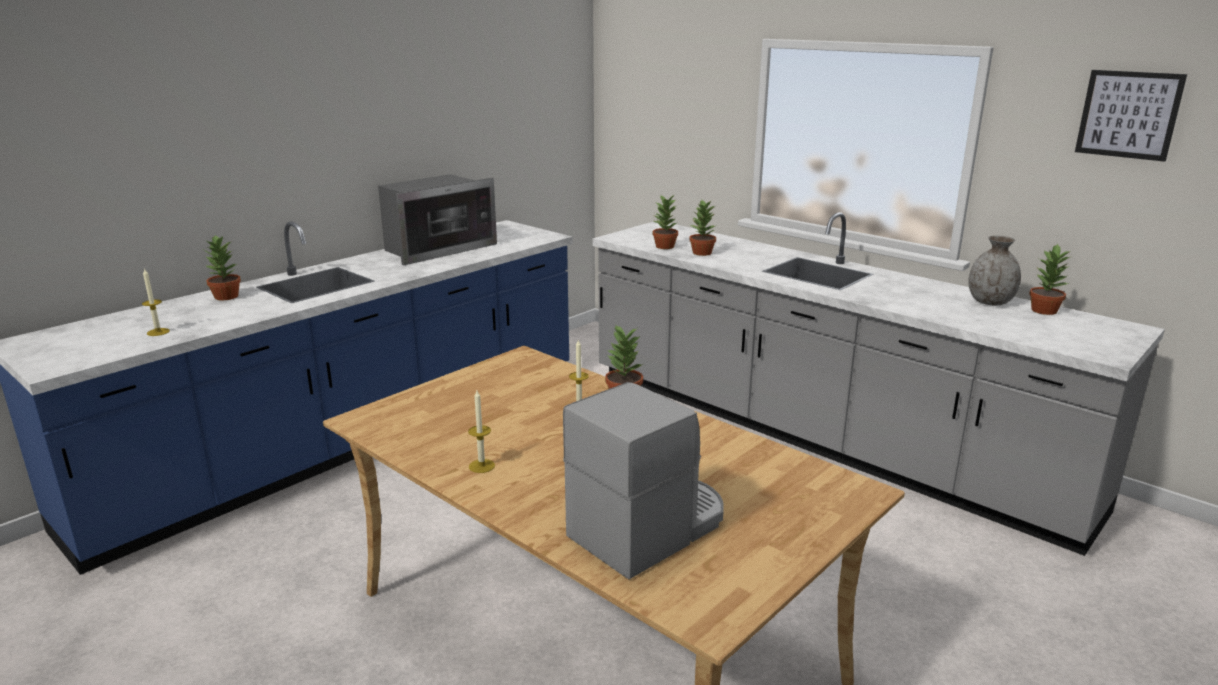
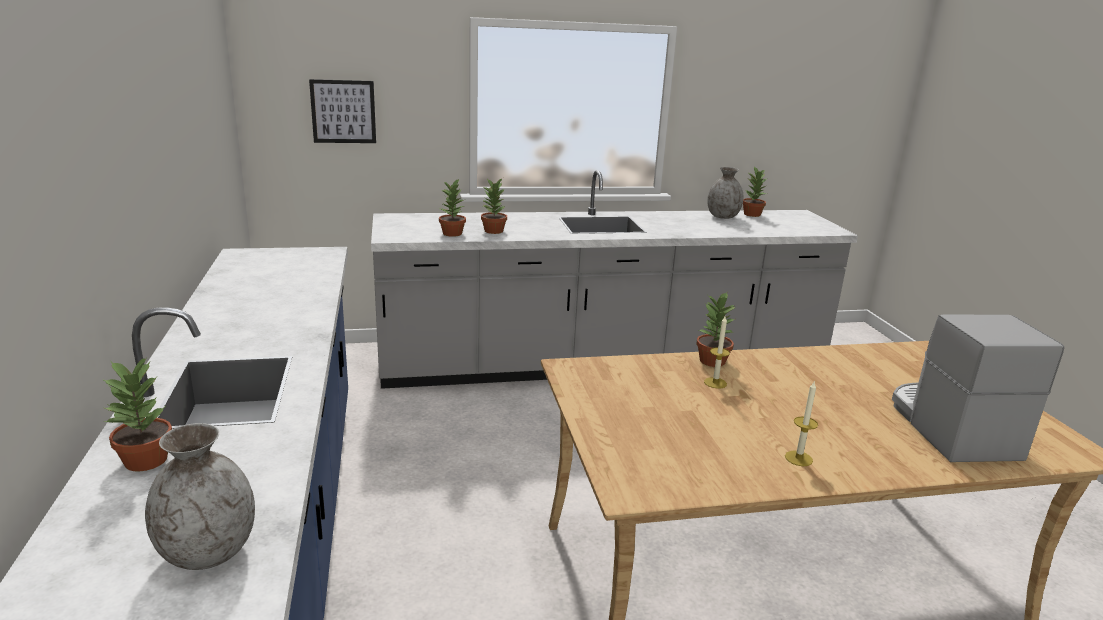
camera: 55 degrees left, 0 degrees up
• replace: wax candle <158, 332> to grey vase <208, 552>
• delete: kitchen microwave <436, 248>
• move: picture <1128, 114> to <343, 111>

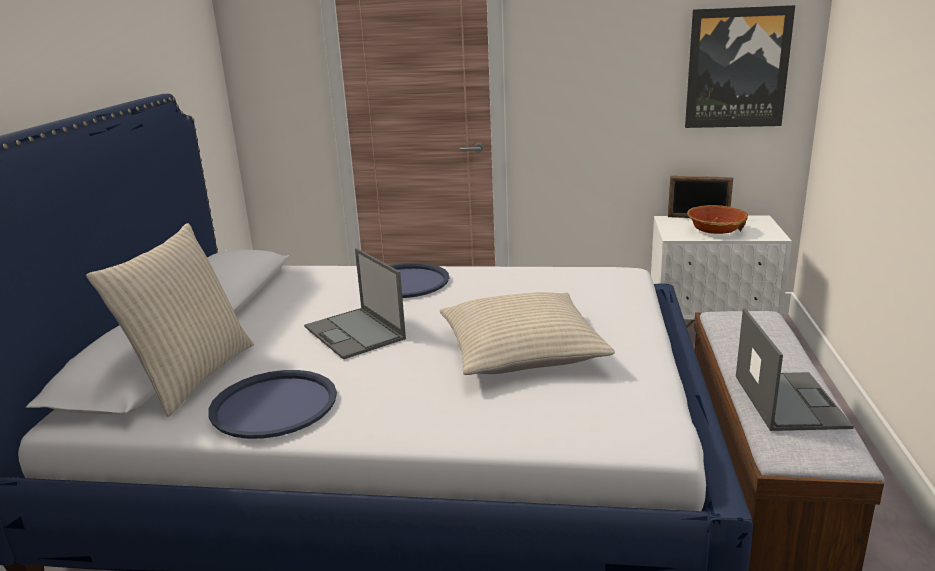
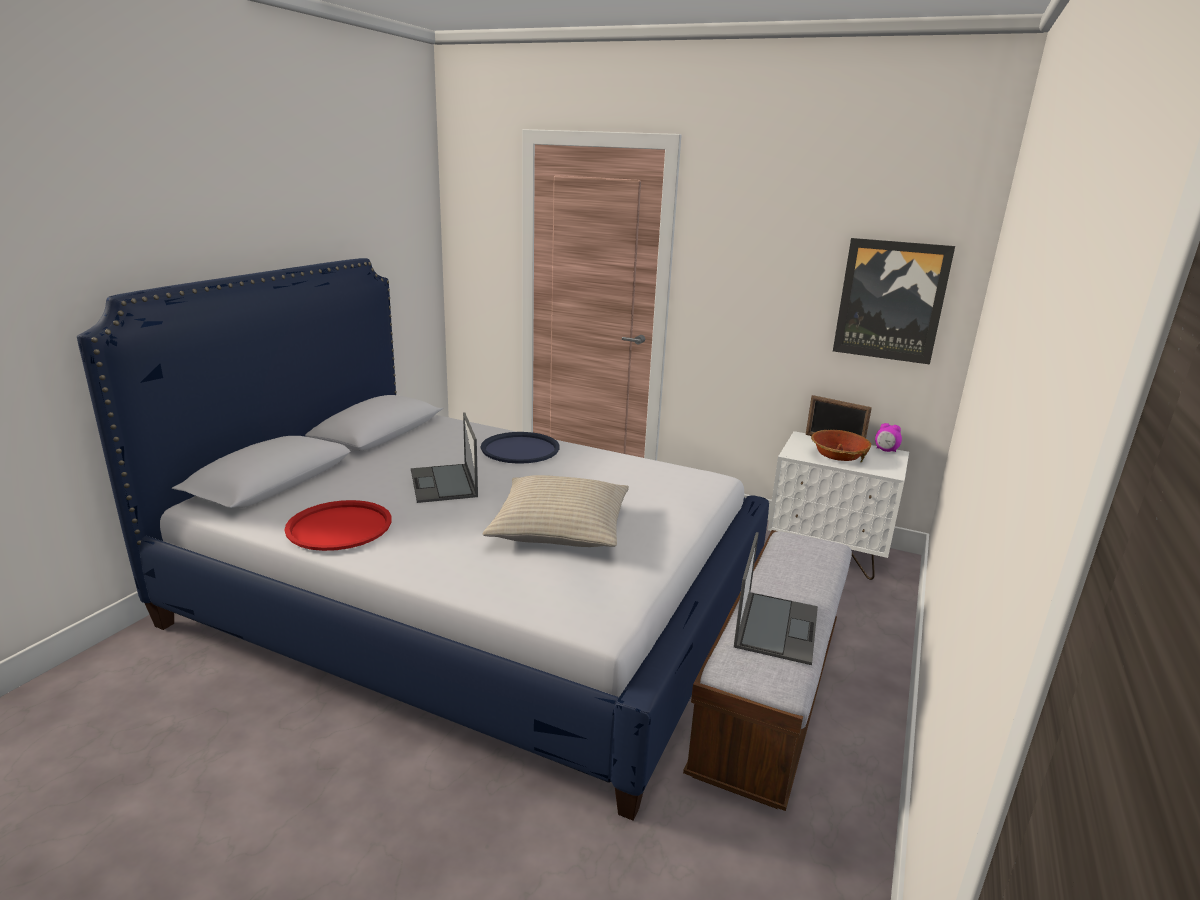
camera: 15 degrees right, 0 degrees up
• delete: sand-coloured pillow <192, 376>
• recolor: bluish serving tray <274, 405> to red-coloured serving tray <339, 526>
• insert: table clock <886, 450>

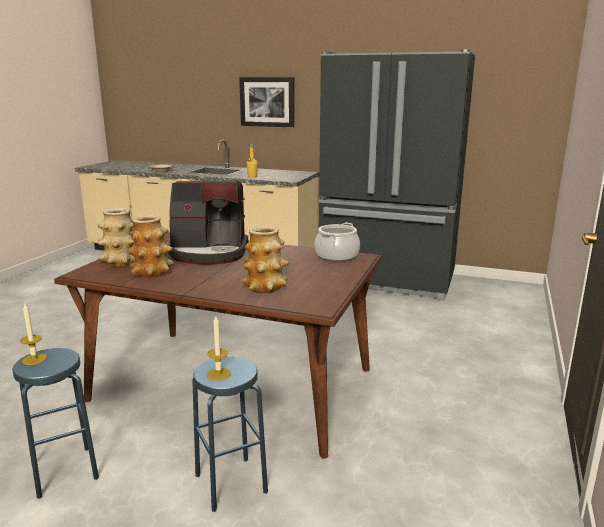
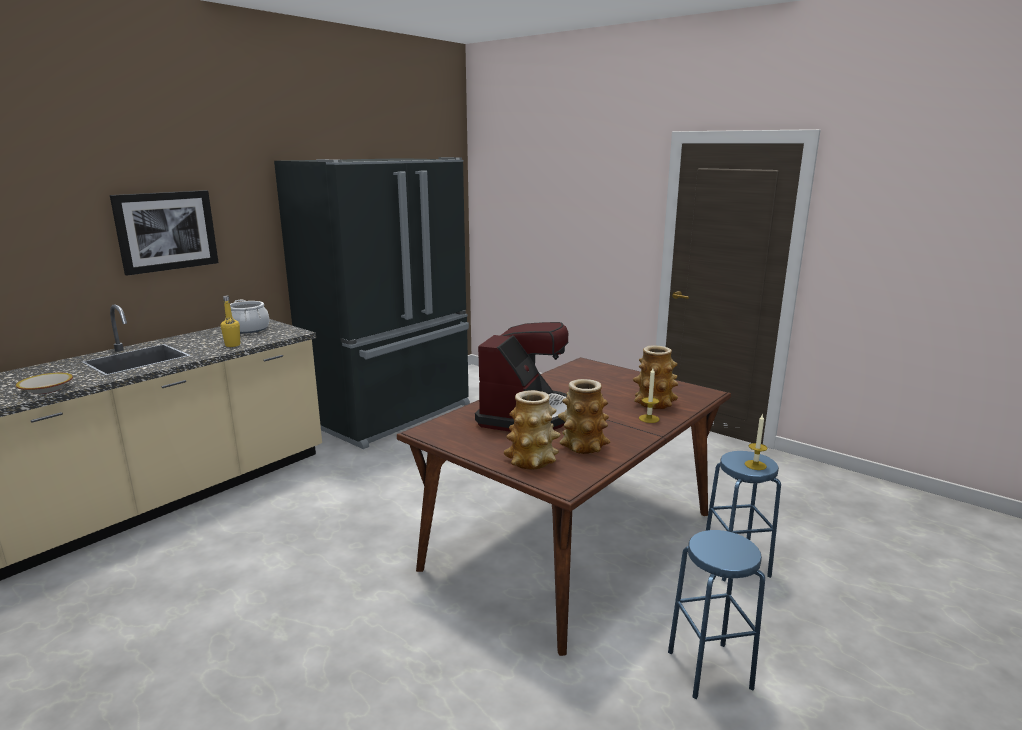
camera: 70 degrees left, 0 degrees up
• move: wax candle <34, 359> to <649, 418>
• move: stockpot <337, 256> to <249, 329>

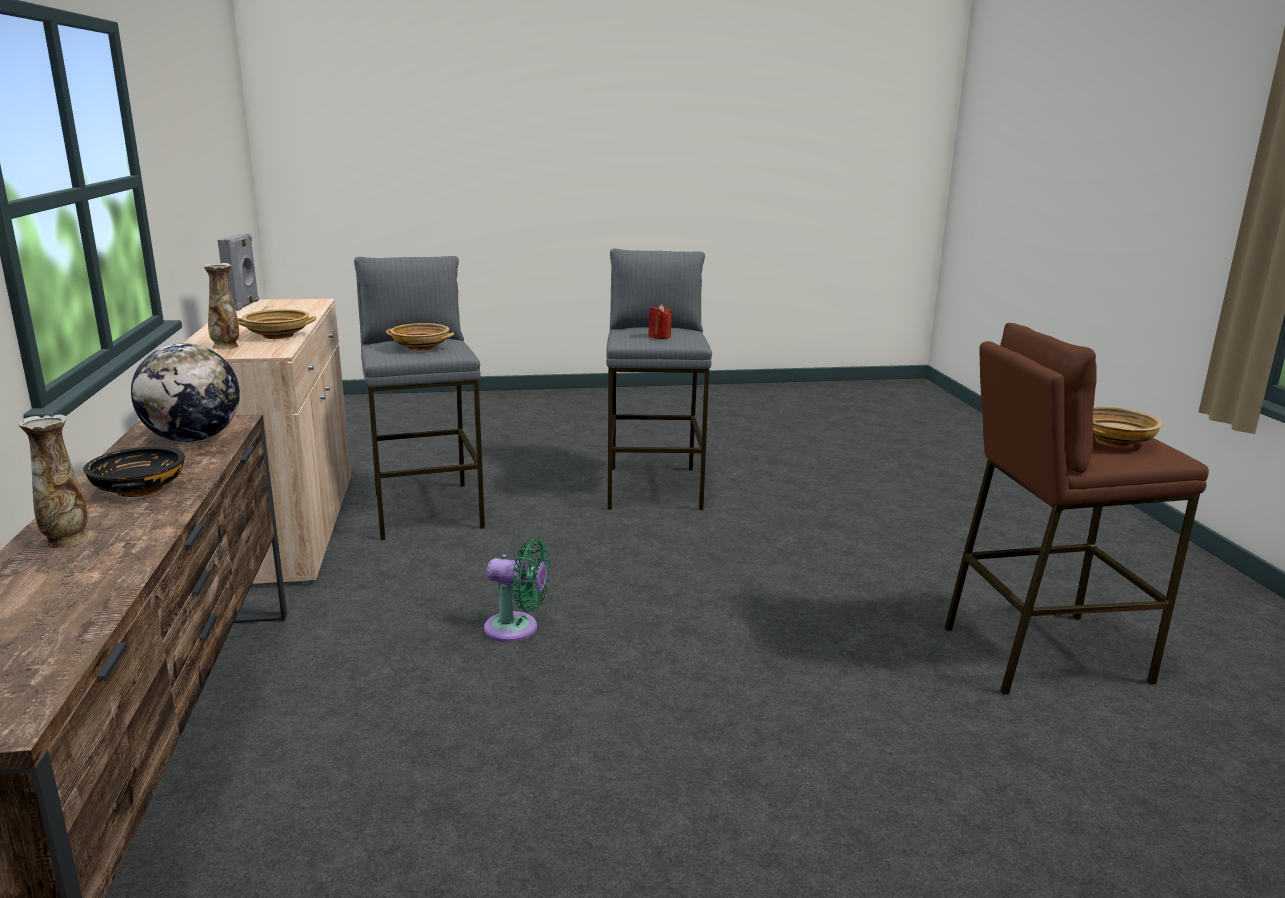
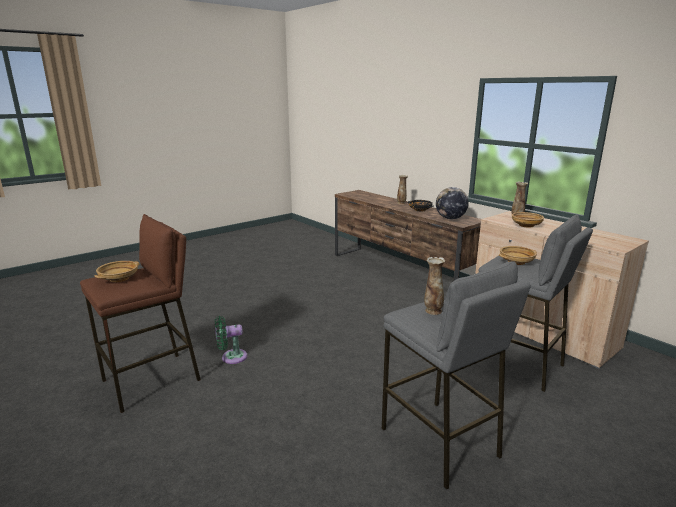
camera: 150 degrees right, 0 degrees up
• delete: grey loudspeaker <244, 305>
• move: green fan <517, 629> to <231, 357>
• replace: red-coloured wax candle <659, 336> to vase <432, 311>

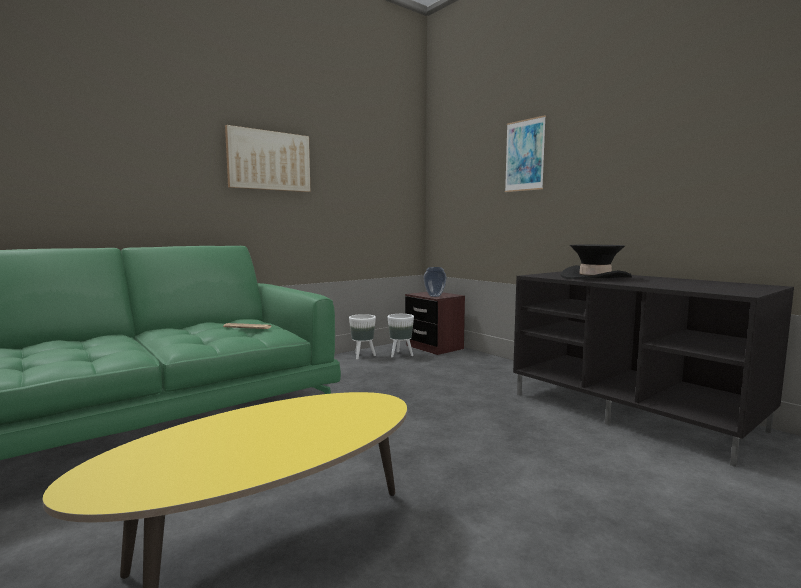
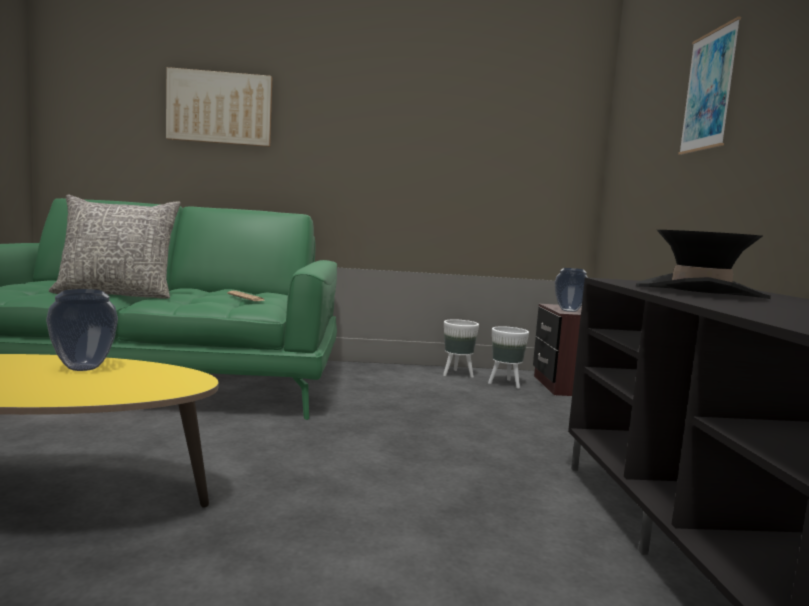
camera: 35 degrees right, 0 degrees up
• move: picture <269, 161> to <220, 108>
• insert: vase <84, 367>
• insert: grey pillow <116, 295>

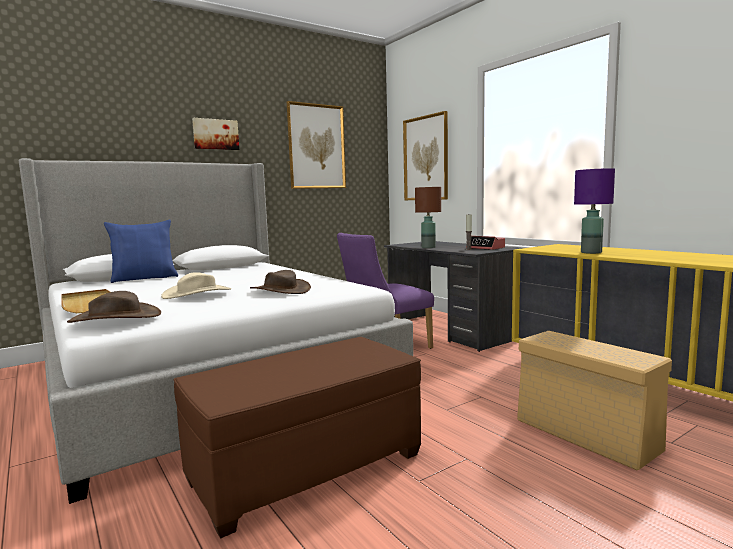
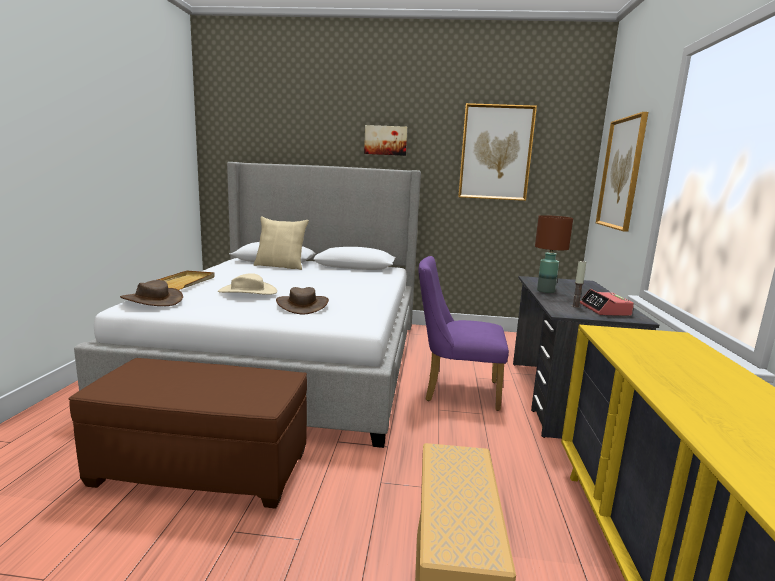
camera: 40 degrees right, 5 degrees up
• recolor: bluish pillow <144, 278> to sand-coloured pillow <281, 266>
• delete: purple lamp for a table <591, 252>

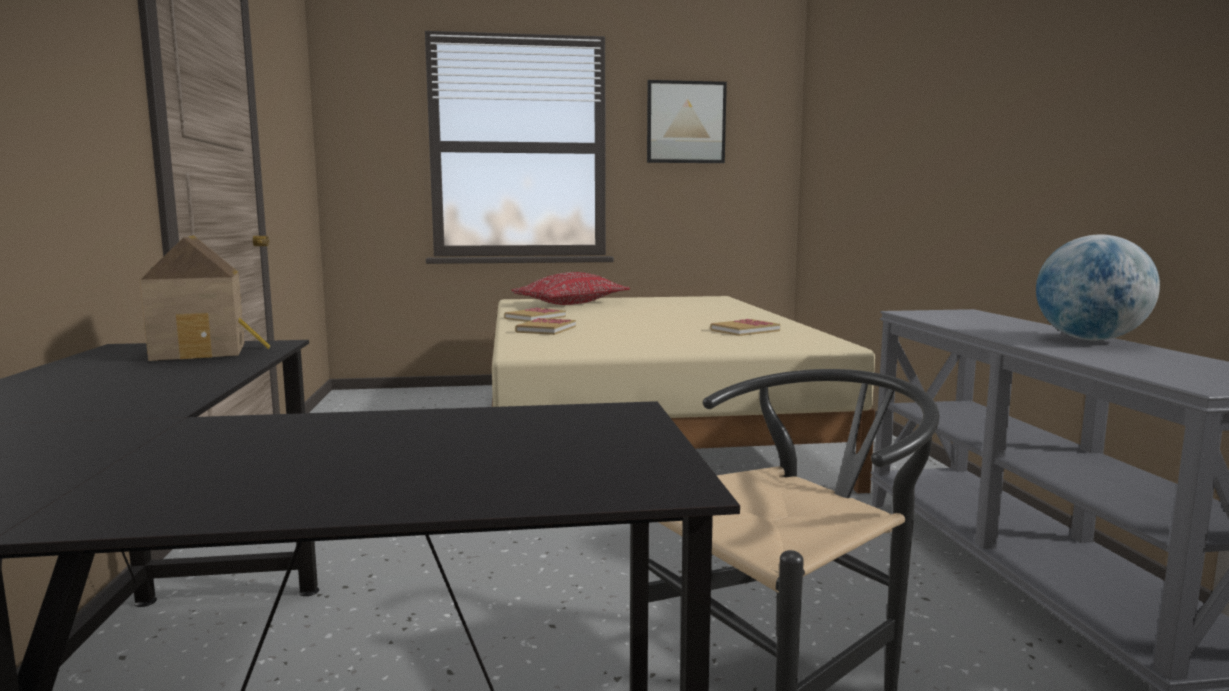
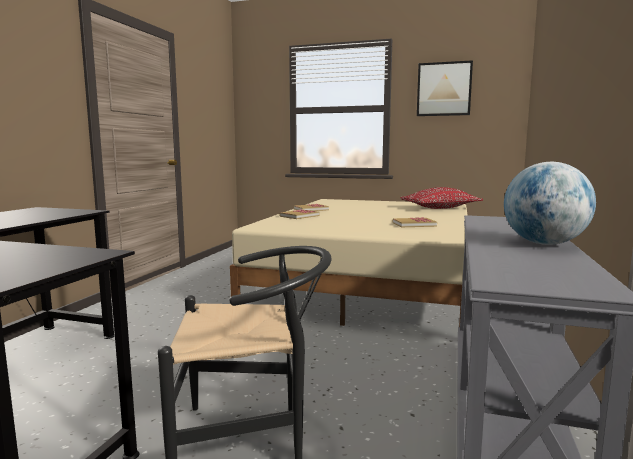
camera: 25 degrees right, 0 degrees up
• delete: toy house <205, 351>
• move: red-coloured pillow <571, 304> to <440, 208>

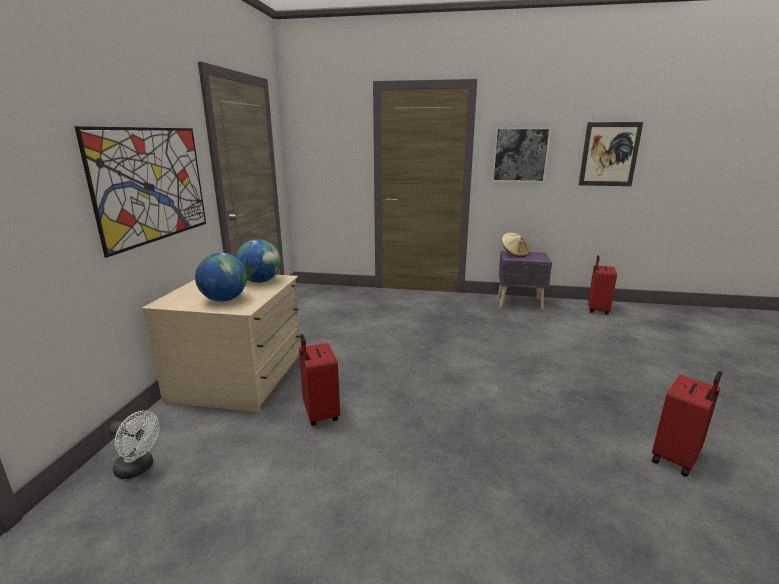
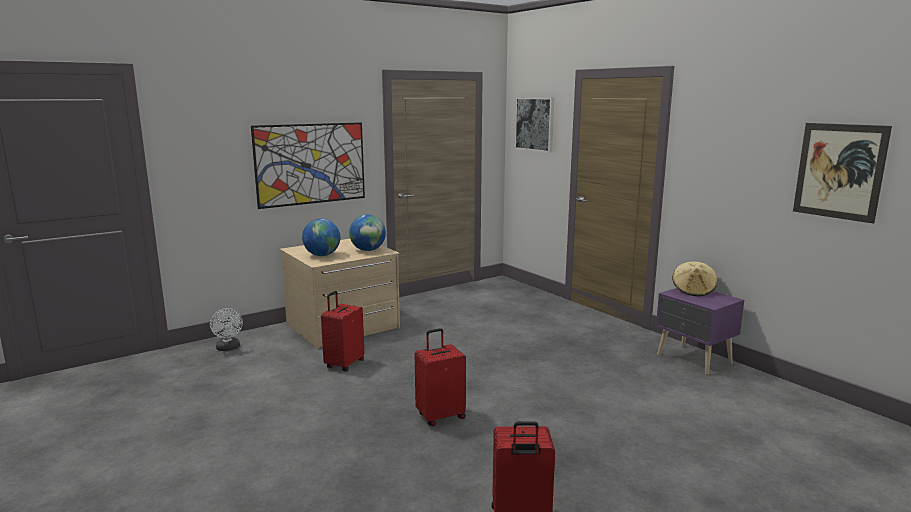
camera: 45 degrees right, 5 degrees down
• move: picture <520, 155> to <535, 124>
• move: red-coloured suitcase <597, 310> to <440, 416>

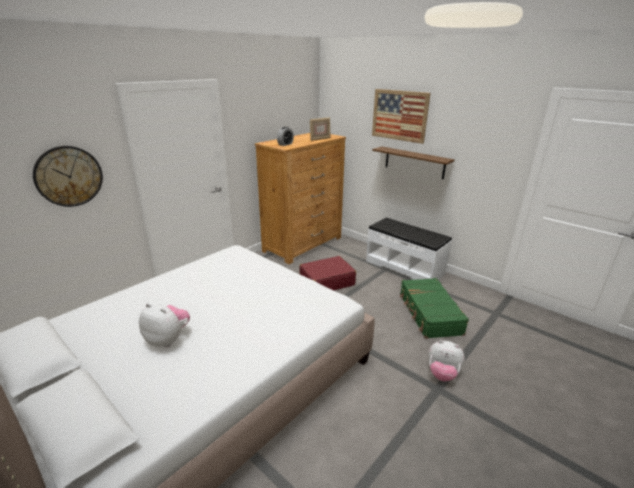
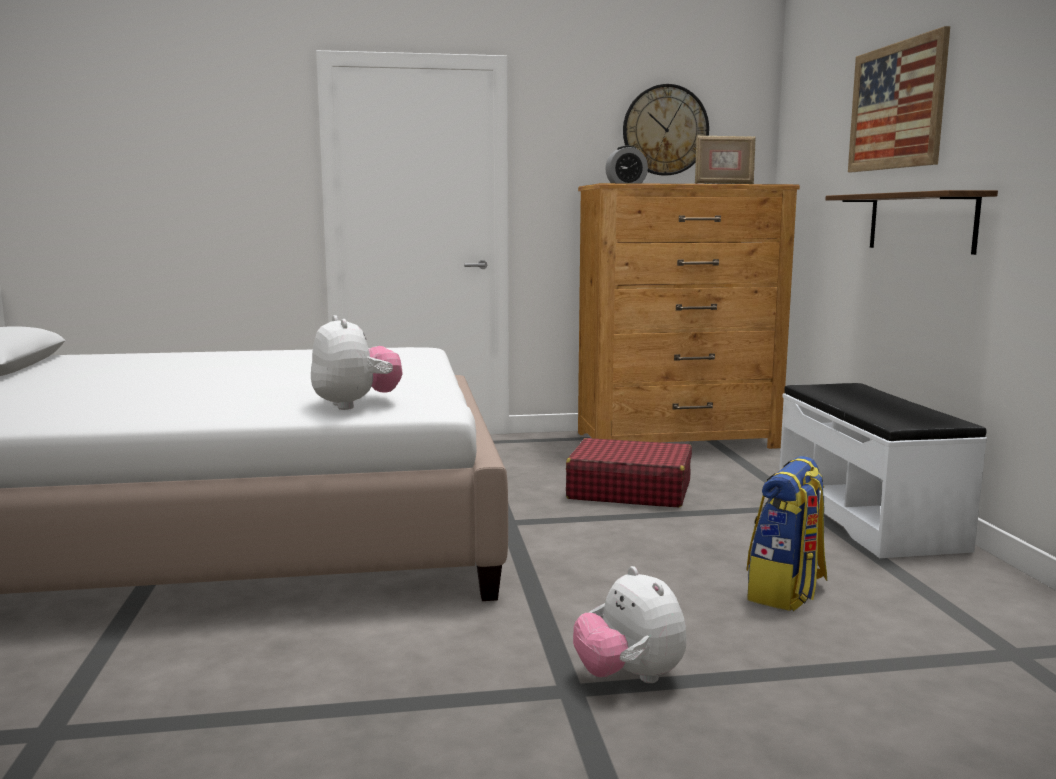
camera: 40 degrees right, 15 degrees down
• move: hanging clock <69, 176> to <665, 130>
• move: cuddly toy <168, 339> to <355, 405>
• replace: green suitcase <429, 314> to rucksack <786, 592>

